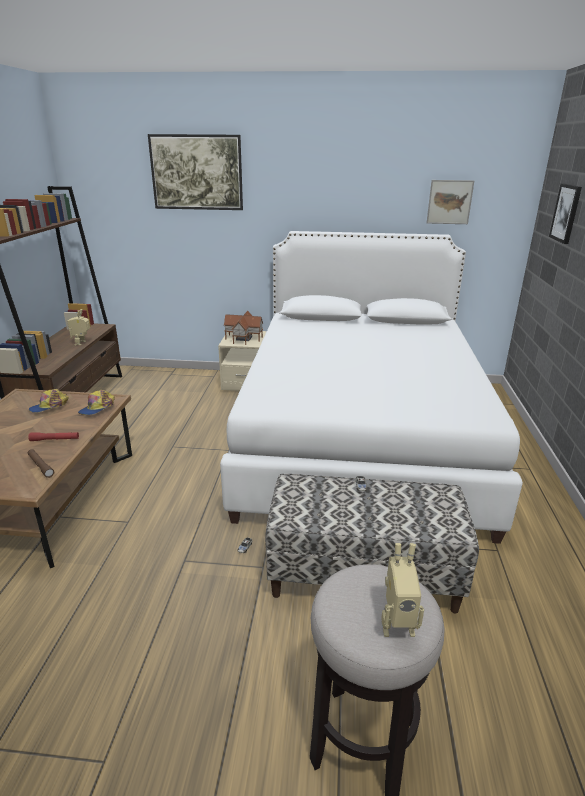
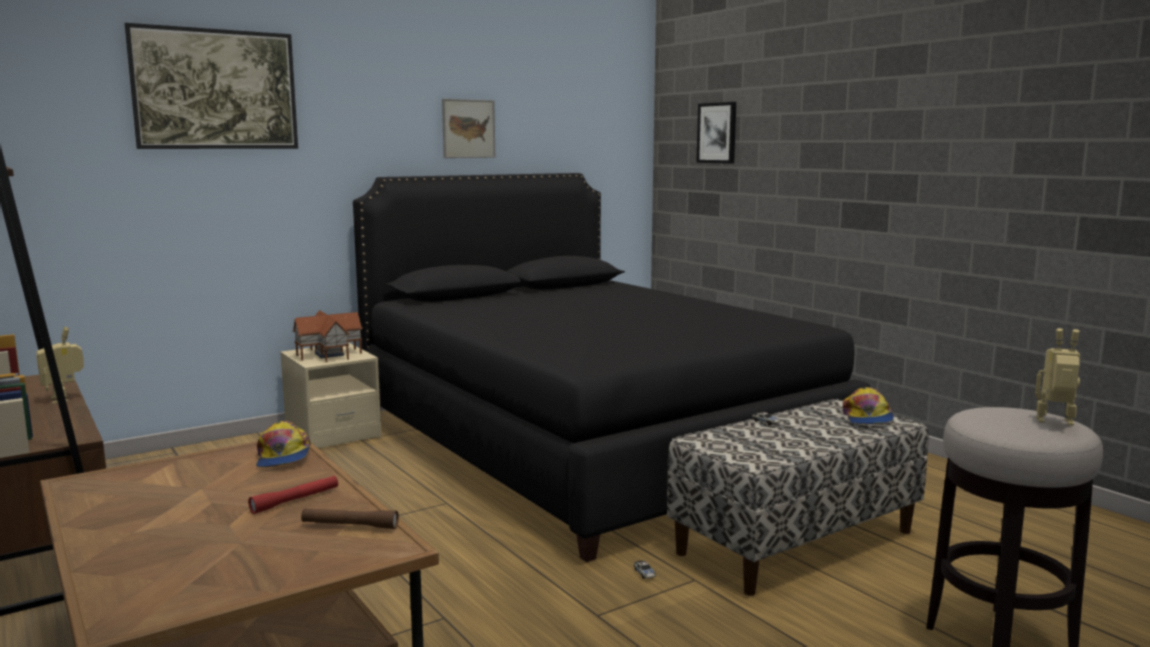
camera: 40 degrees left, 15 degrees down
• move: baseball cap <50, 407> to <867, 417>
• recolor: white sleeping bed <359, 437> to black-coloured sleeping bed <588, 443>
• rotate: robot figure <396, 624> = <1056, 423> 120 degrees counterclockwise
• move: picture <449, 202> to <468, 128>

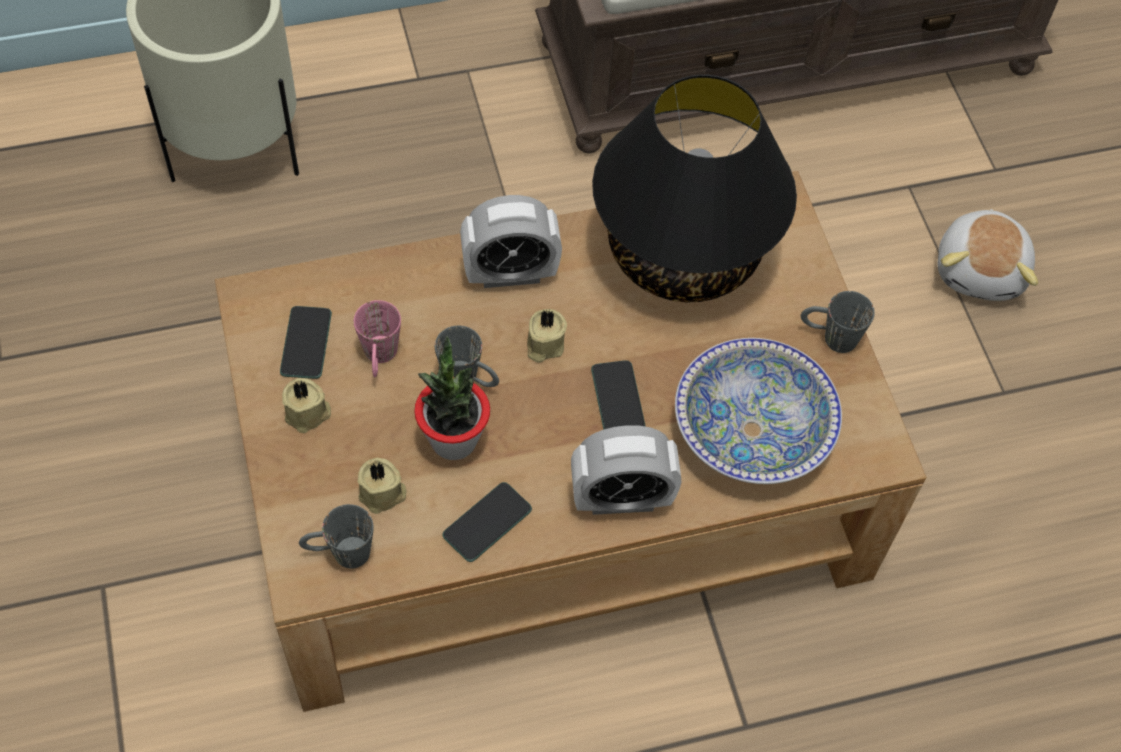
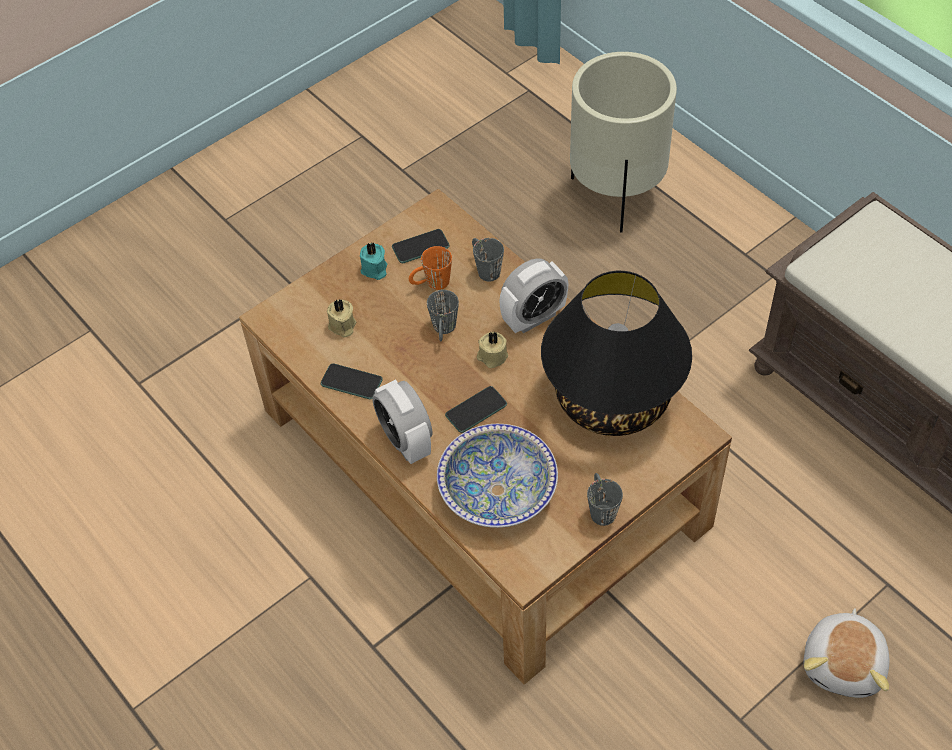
camera: 70 degrees right, 5 degrees down
• recolor: sand-coloured wax candle <308, 414> to turquoise-coloured wax candle <374, 270>
• move: grey tea mug <339, 554> to <484, 268>
• recolor: pink-coloured tea mug <380, 359> to orange tea mug <431, 284>
• delete: houseplant <453, 440>
• rotate: table clock <510, 273> = <533, 317> 90 degrees counterclockwise
• rotate: cuddly toy <981, 270> = <844, 664> 60 degrees counterclockwise

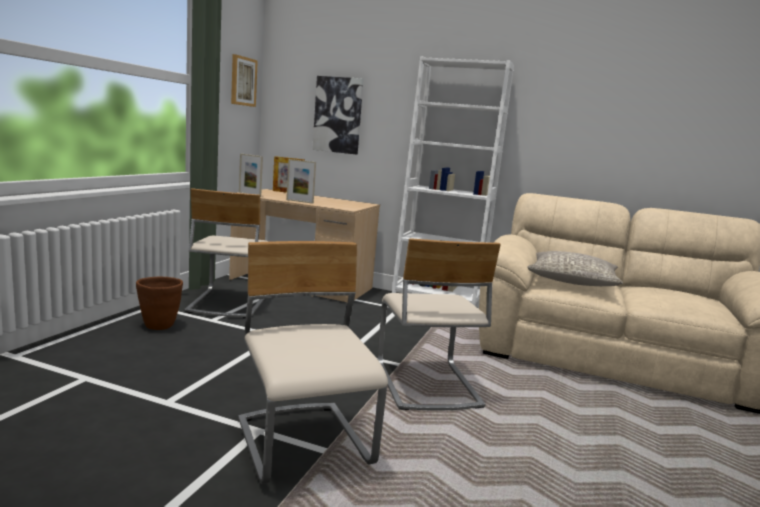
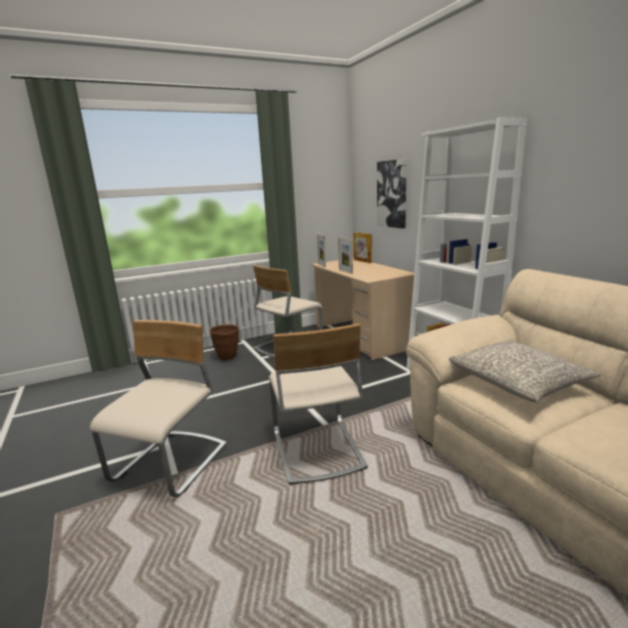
camera: 45 degrees right, 5 degrees up
• delete: picture <243, 81>
• rotate: sand-coloured chair <426, 385> = <316, 450> 45 degrees counterclockwise

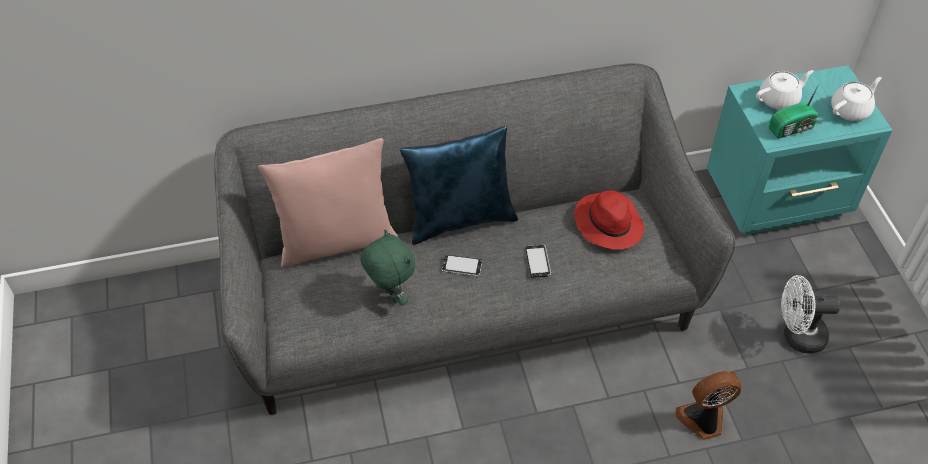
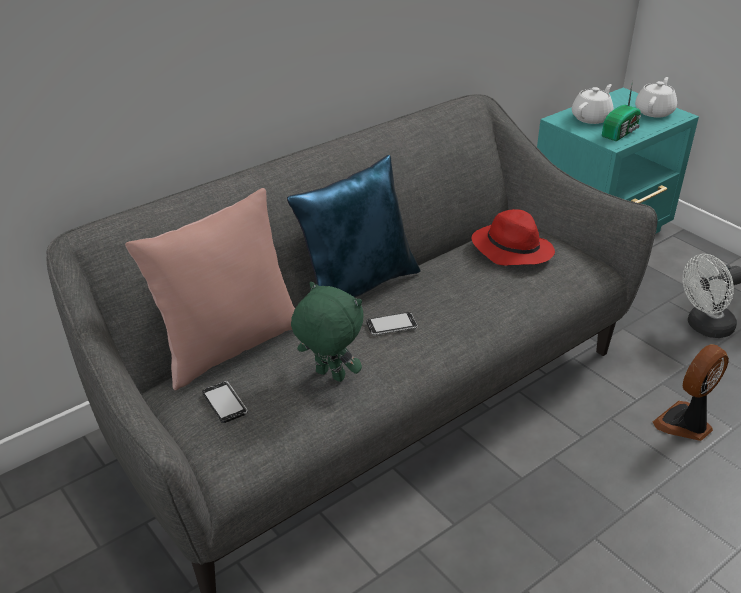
camera: 25 degrees left, 15 degrees down
• move: handset <538, 262> to <225, 403>

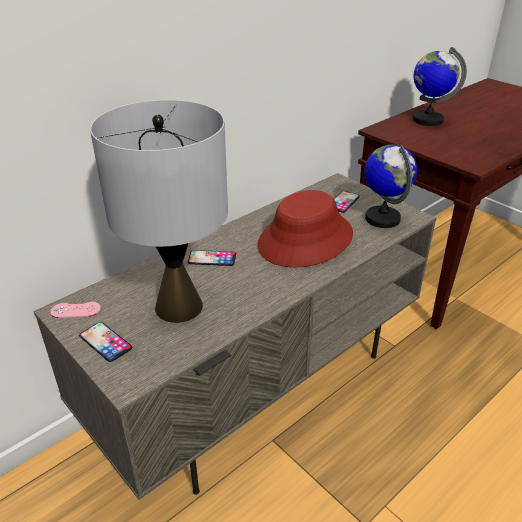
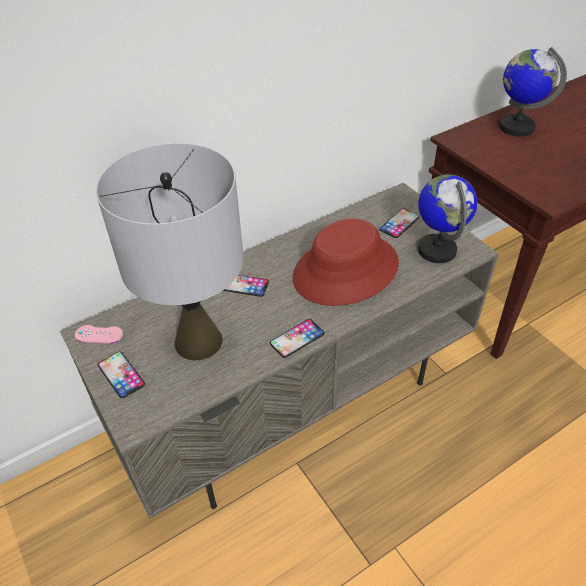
camera: 10 degrees right, 10 degrees up
• insert: handset <297, 338>

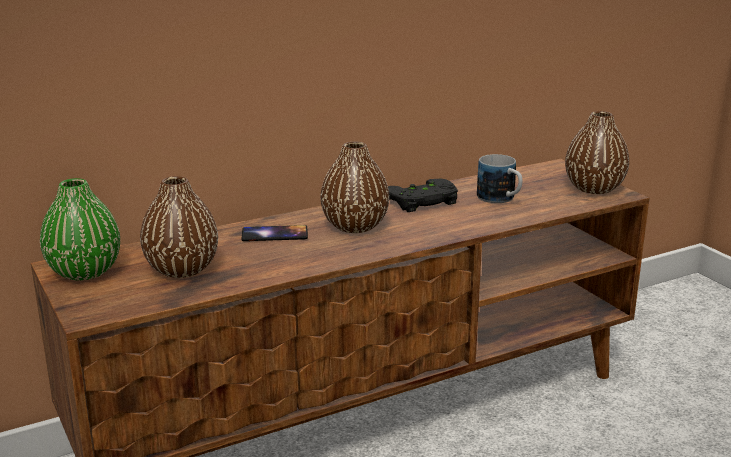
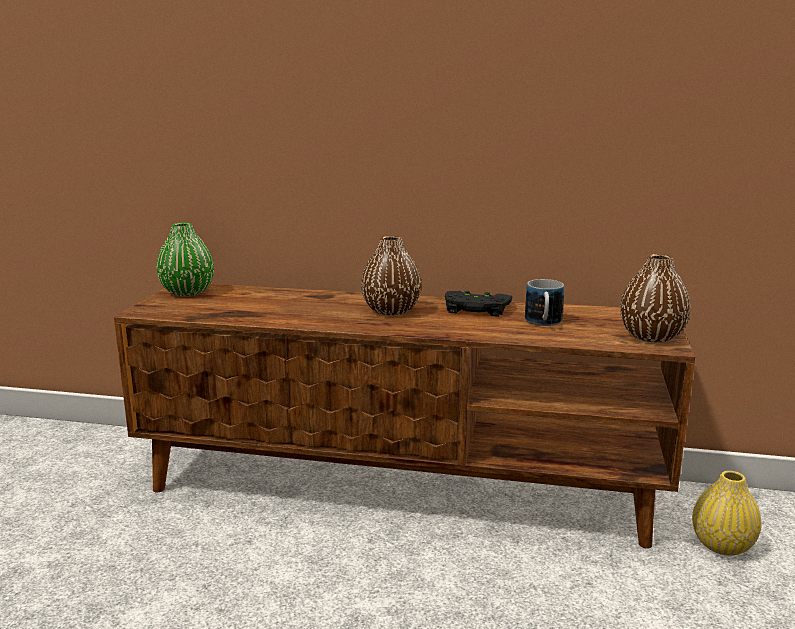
camera: 40 degrees right, 5 degrees down
• delete: brown-coloured vase <181, 269>
• delete: handset <274, 234>
• insert: yellow vase <722, 545>

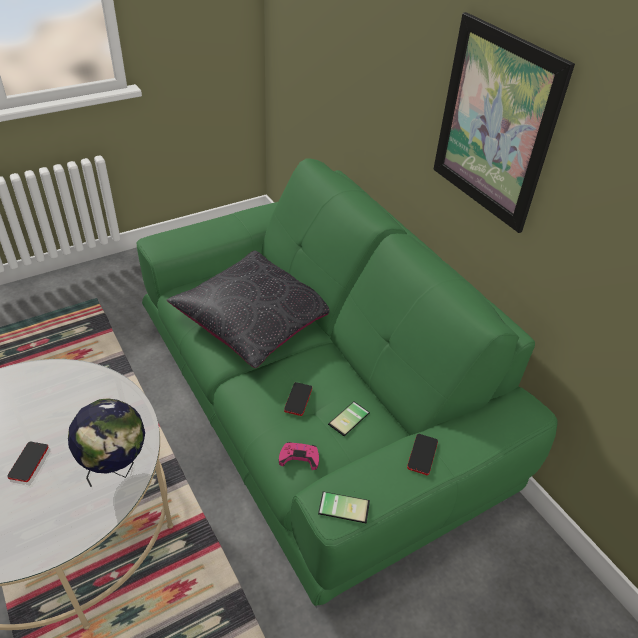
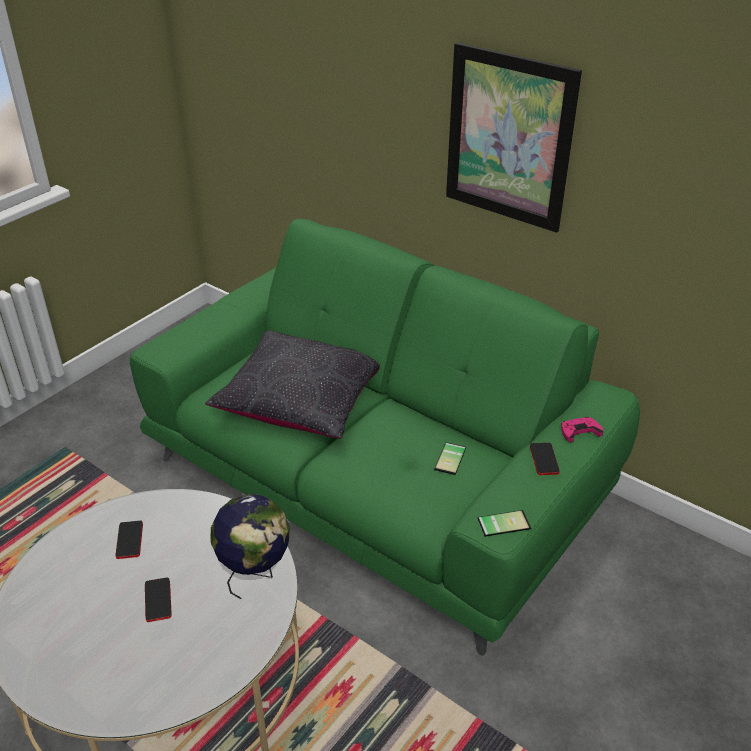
camera: 20 degrees left, 5 degrees down
• move: pink-coloured game controller <299, 457> to <580, 431>
• move: handset <298, 399> to <129, 540>

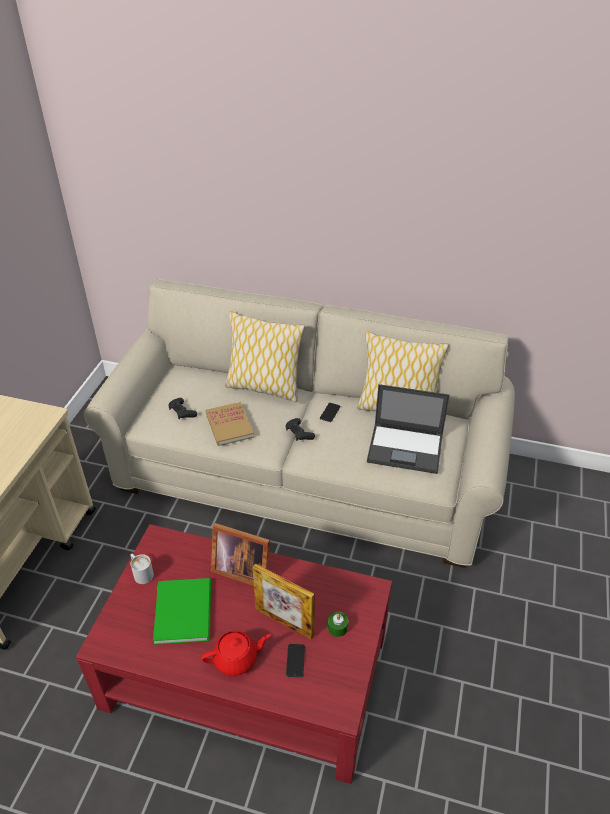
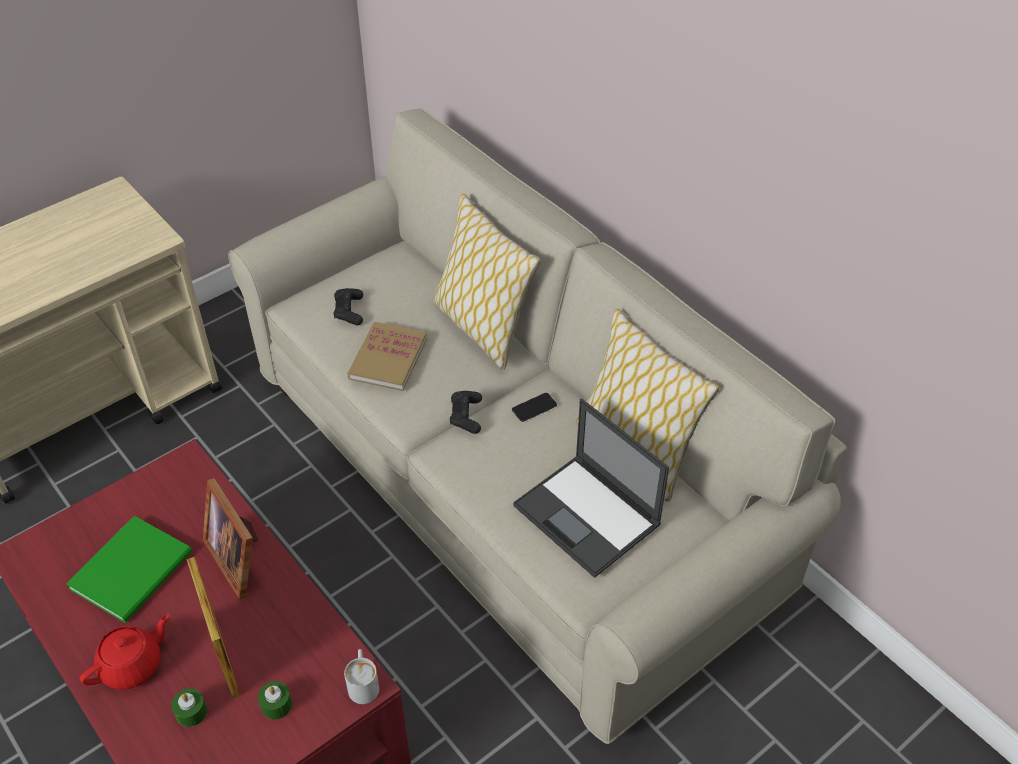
camera: 35 degrees right, 5 degrees up
• move: white tea mug <141, 573> to <363, 683>
• rotate: red-coloured pot for tea <236, 659> = <133, 665> 60 degrees counterclockwise
• replace: handset <295, 660> to green wax candle <191, 712>

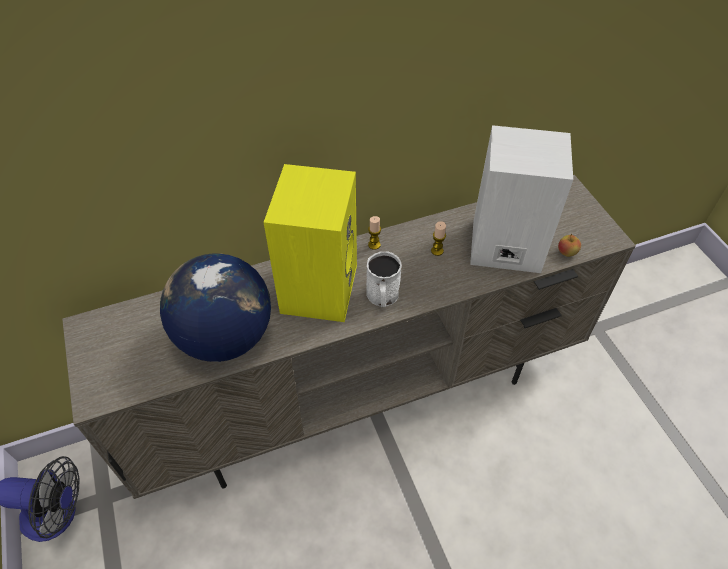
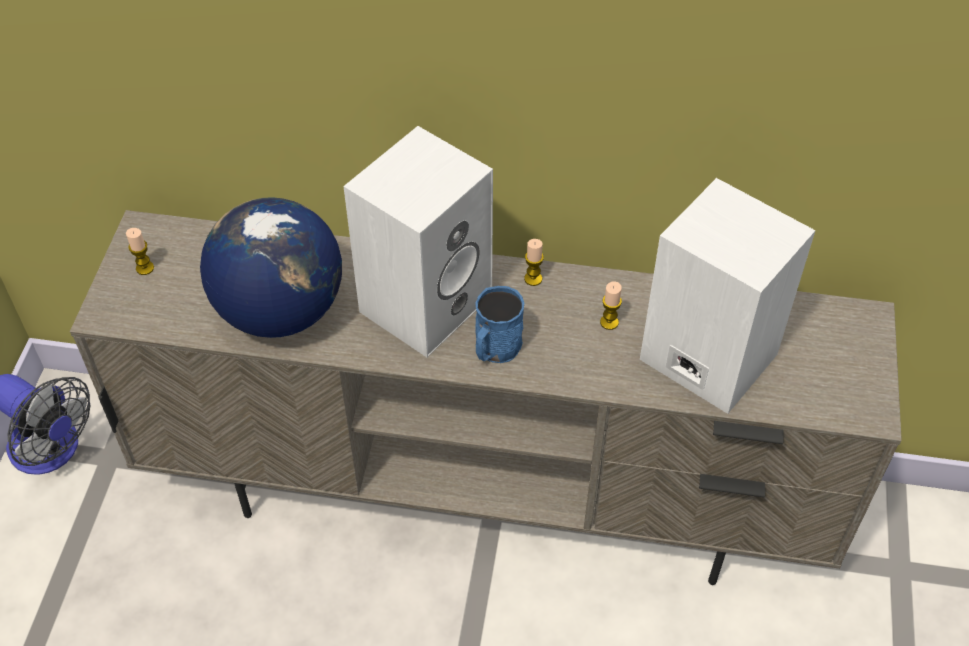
camera: 30 degrees right, 0 degrees up
• recolor: yellow loudspeaker <318, 287> to white loudspeaker <426, 300>
• recolor: white tea mug <382, 297> to bluish tea mug <495, 349>
• delete: apple fruit <566, 252>
• insert: wax candle <145, 268>

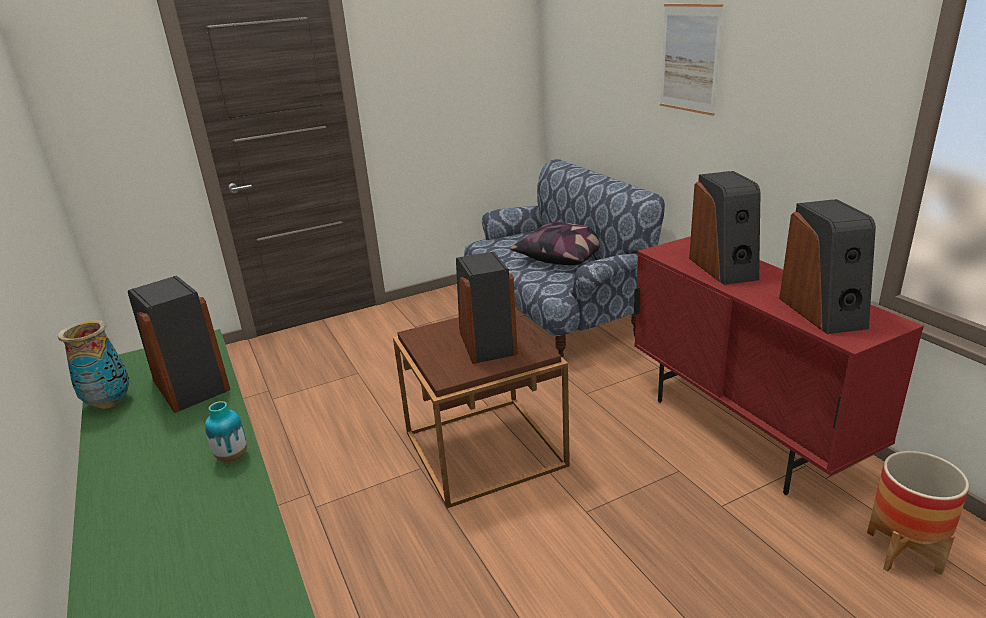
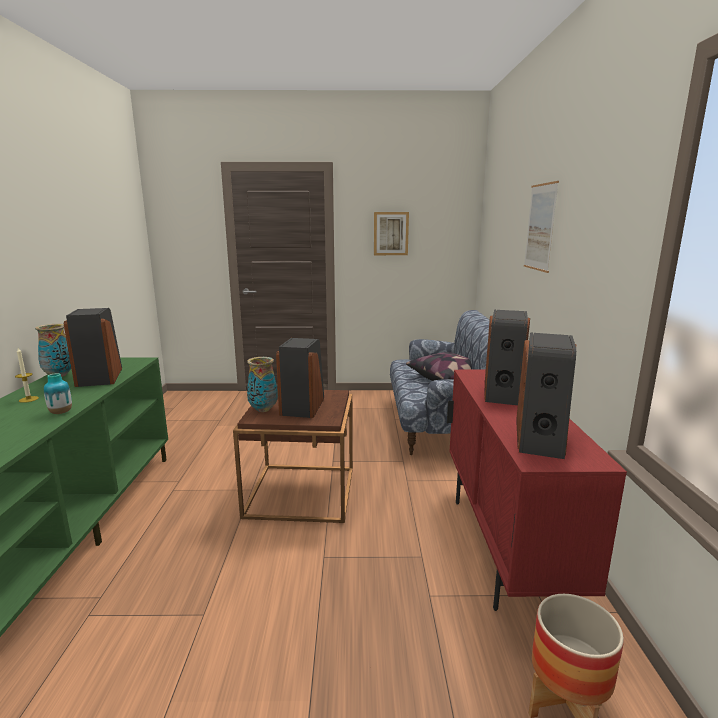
camera: 25 degrees right, 10 degrees down
• insert: wax candle <28, 399>
• insert: vase <263, 409>
• insert: picture <391, 233>

